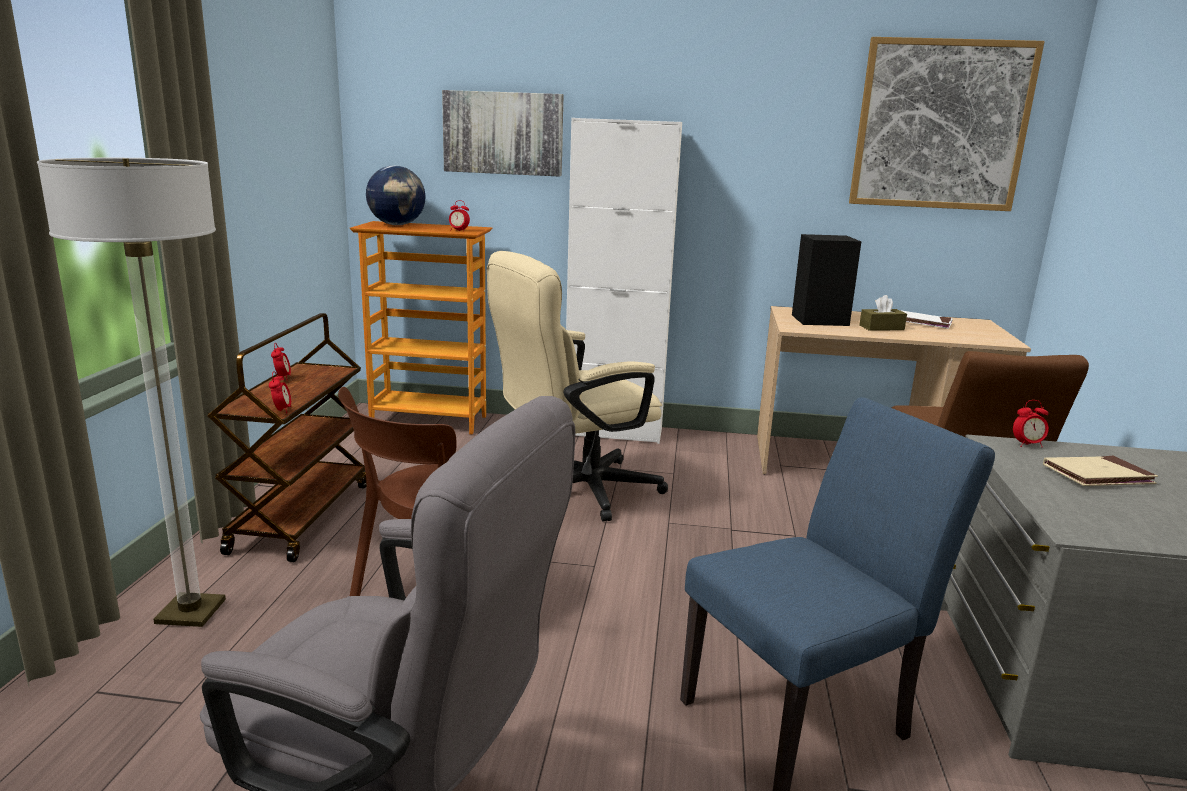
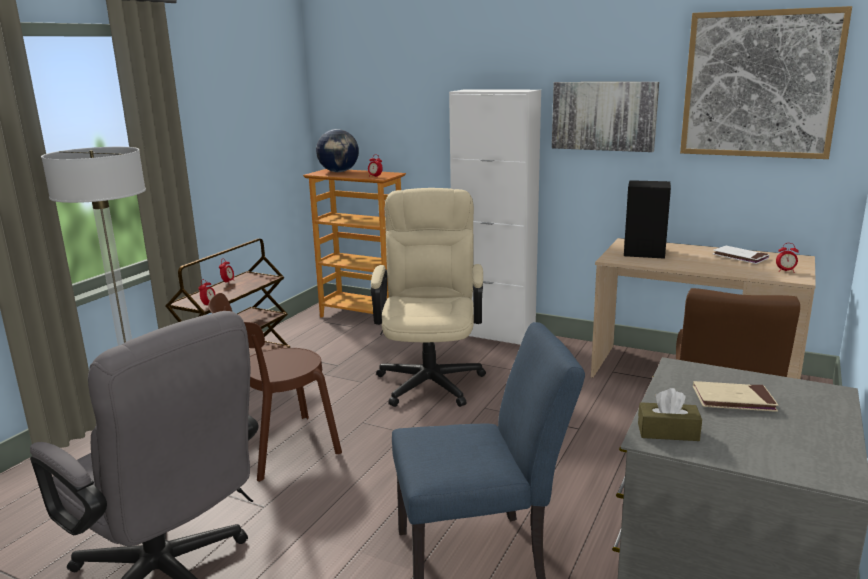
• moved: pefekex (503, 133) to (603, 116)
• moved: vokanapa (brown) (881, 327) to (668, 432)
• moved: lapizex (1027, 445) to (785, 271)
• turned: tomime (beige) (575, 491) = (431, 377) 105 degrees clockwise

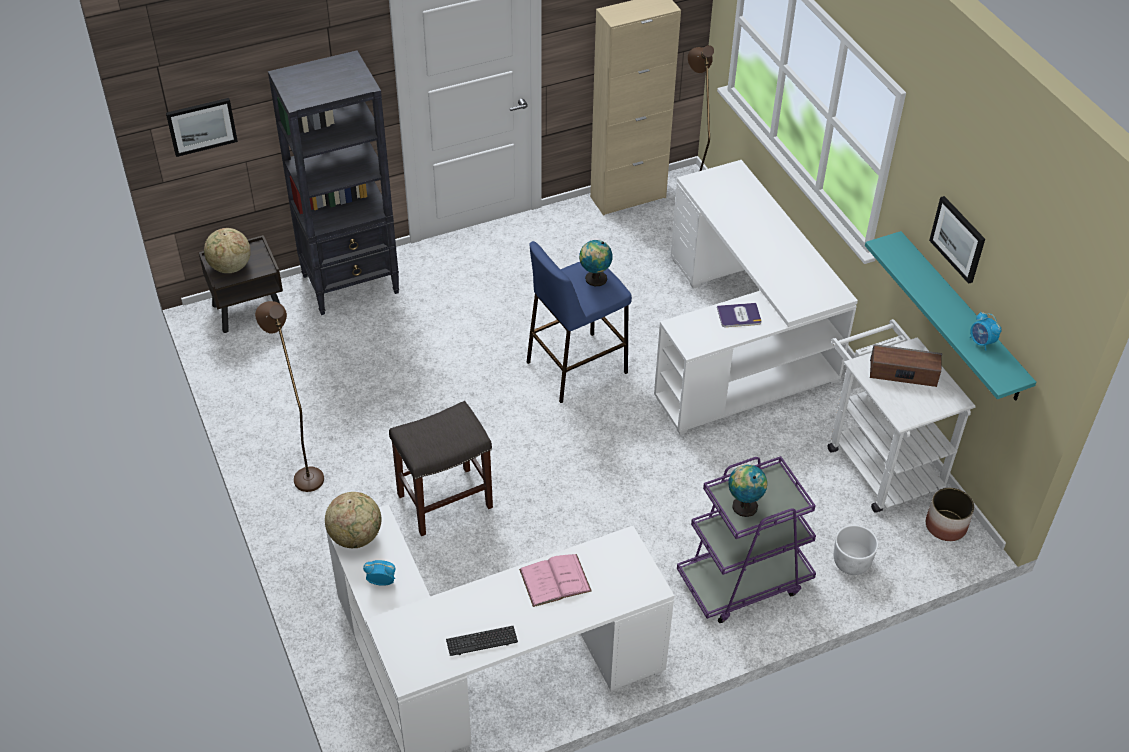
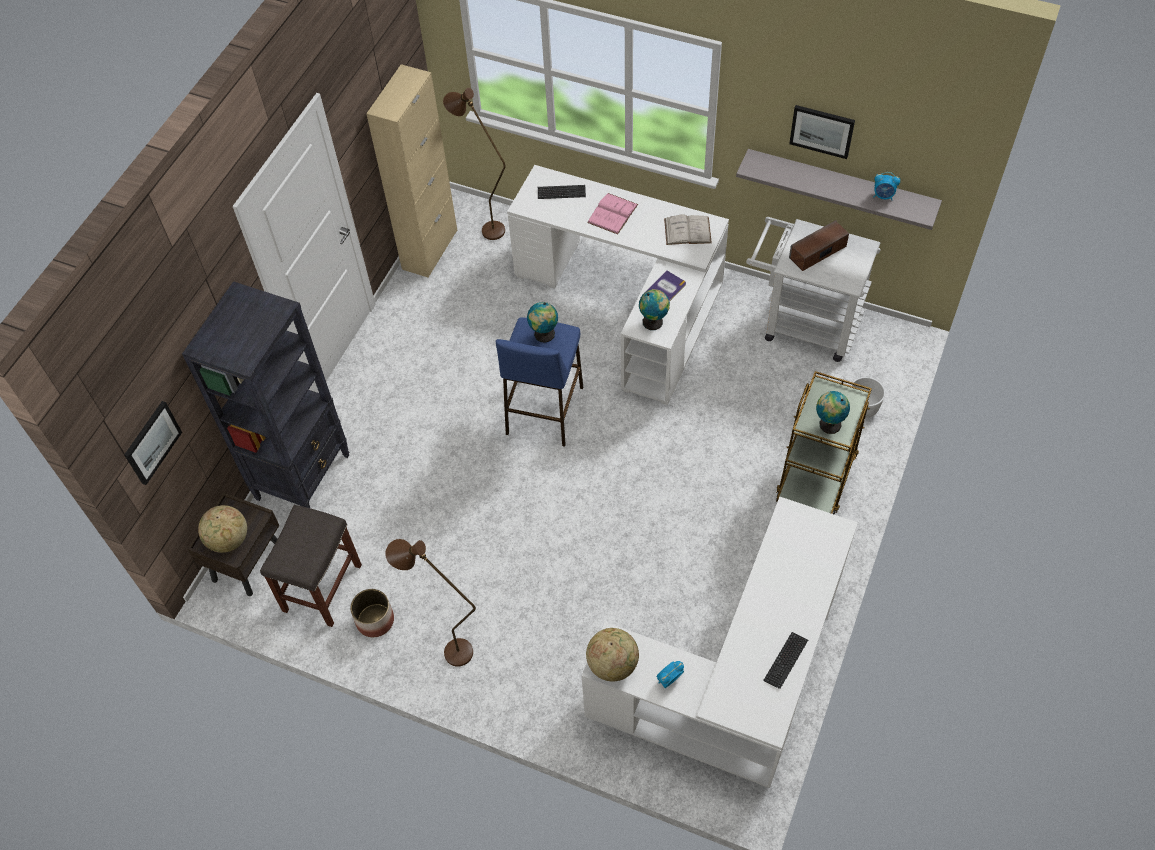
• added: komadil (561, 193)
• added: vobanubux (654, 322)
• added: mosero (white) (687, 230)
• moved: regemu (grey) (445, 500) to (322, 586)
• moved: mosero (pink) (555, 580) to (612, 213)
• moved: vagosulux (946, 526) to (375, 620)
• recoloured: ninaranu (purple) (743, 581) to ninaranu (brown) (816, 475)
• recoloured: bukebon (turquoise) (961, 317) to bukebon (grey) (840, 186)

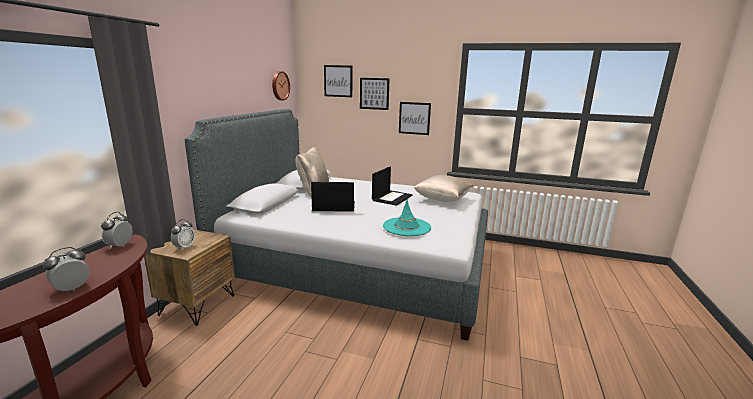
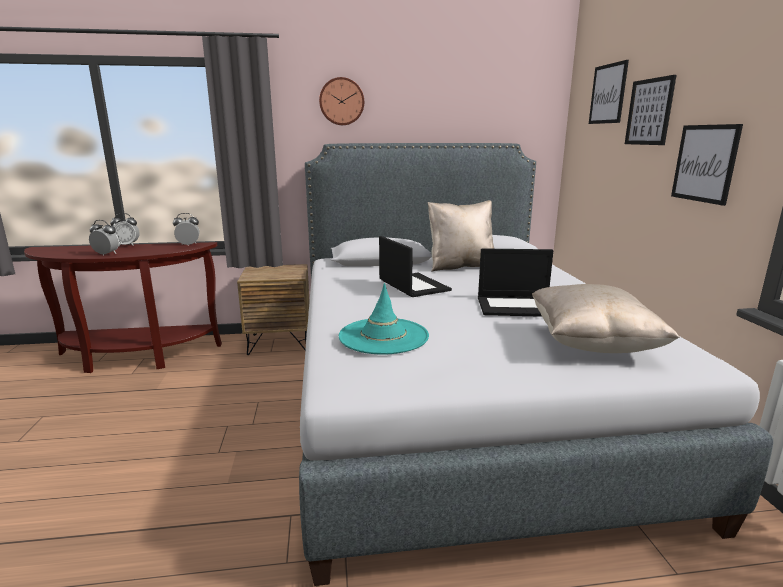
• moved: lapizex (184, 247) to (127, 245)
• moved: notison (280, 86) to (341, 101)

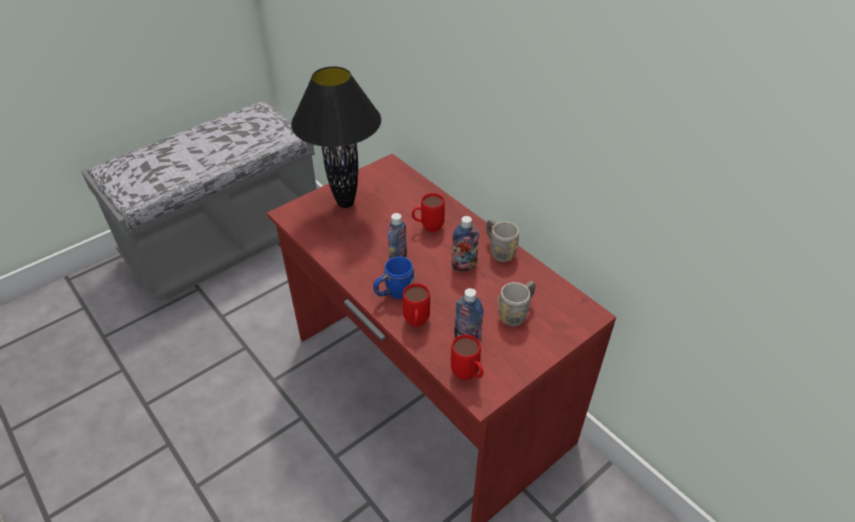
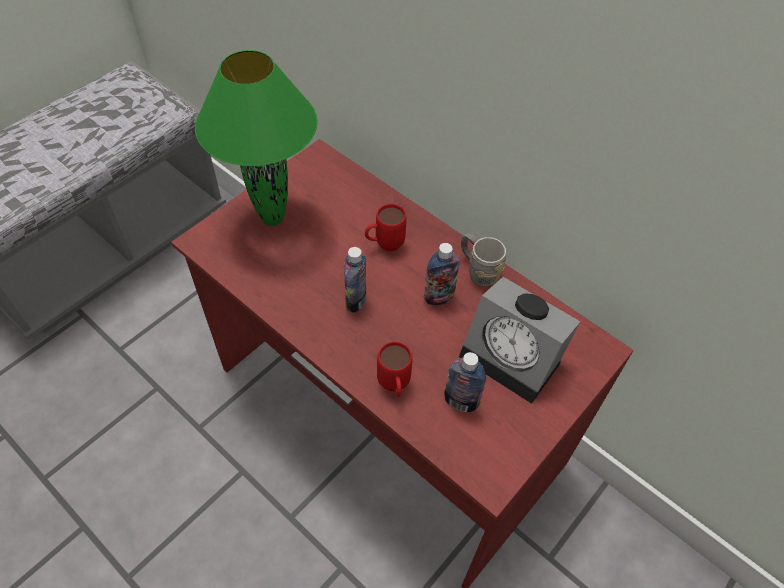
• removed: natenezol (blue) (394, 293)
• removed: natenezol (red) (468, 376)
• replaced: natenezol (grey) (516, 313) to lapizex (514, 358)
• recoloured: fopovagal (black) (344, 203) to fopovagal (green) (271, 219)

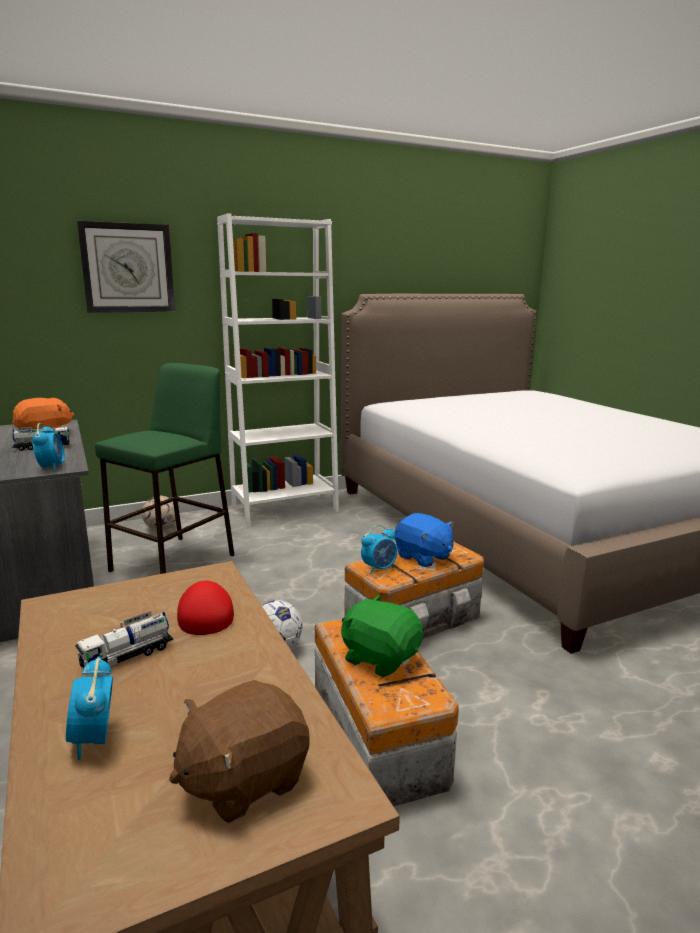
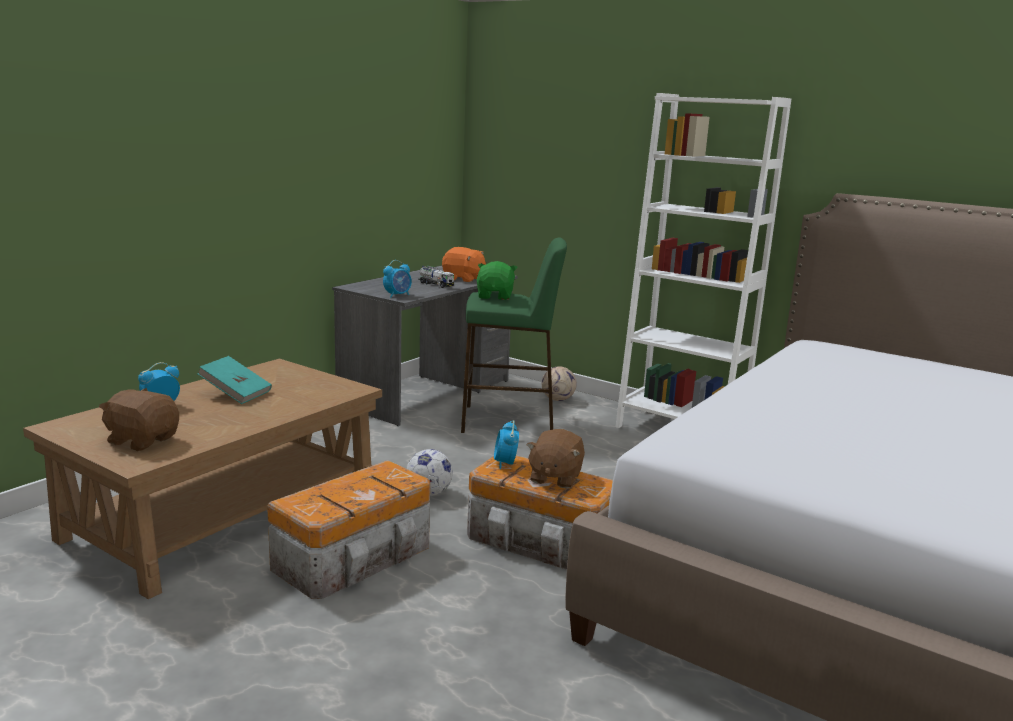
• removed: notison (128, 268)
• removed: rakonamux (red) (205, 612)
• moved: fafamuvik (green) (380, 657) to (495, 296)
• replaced: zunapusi (127, 656) to mosero (turquoise) (236, 394)
• recoloured: fafamuvik (blue) (423, 557) to fafamuvik (brown) (554, 477)
• turned: lapizex (379, 568) = (505, 463) 60 degrees clockwise

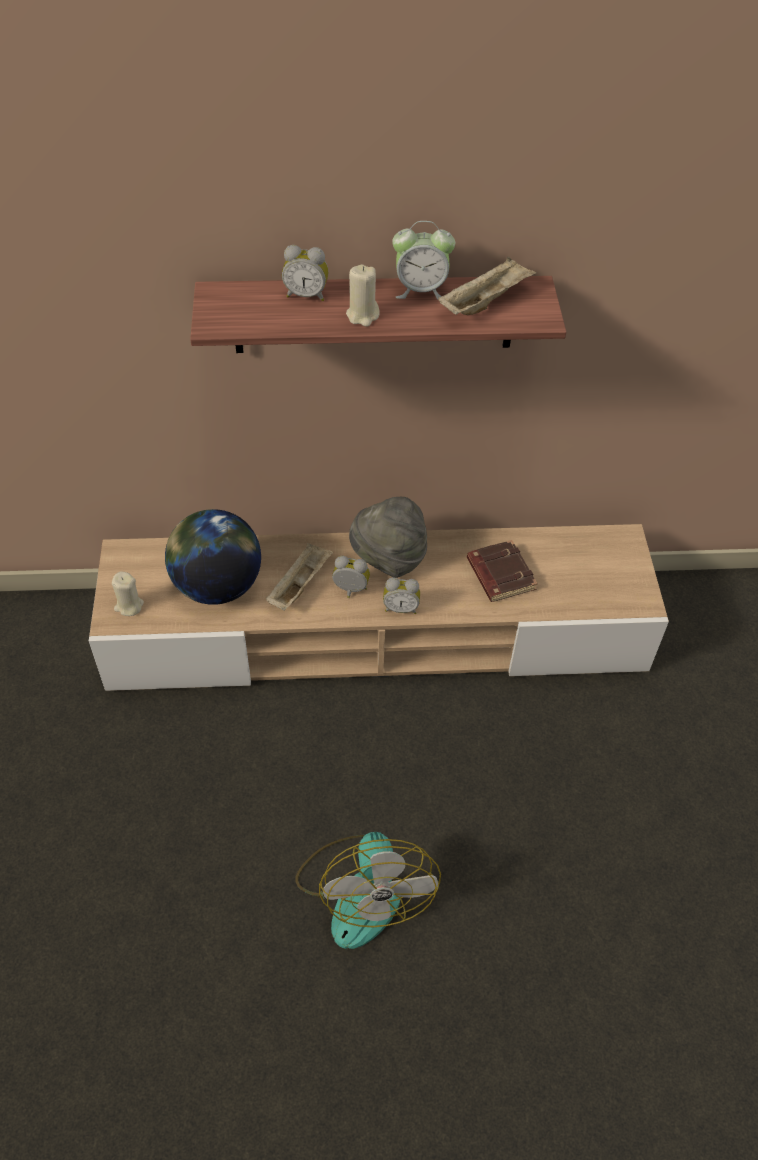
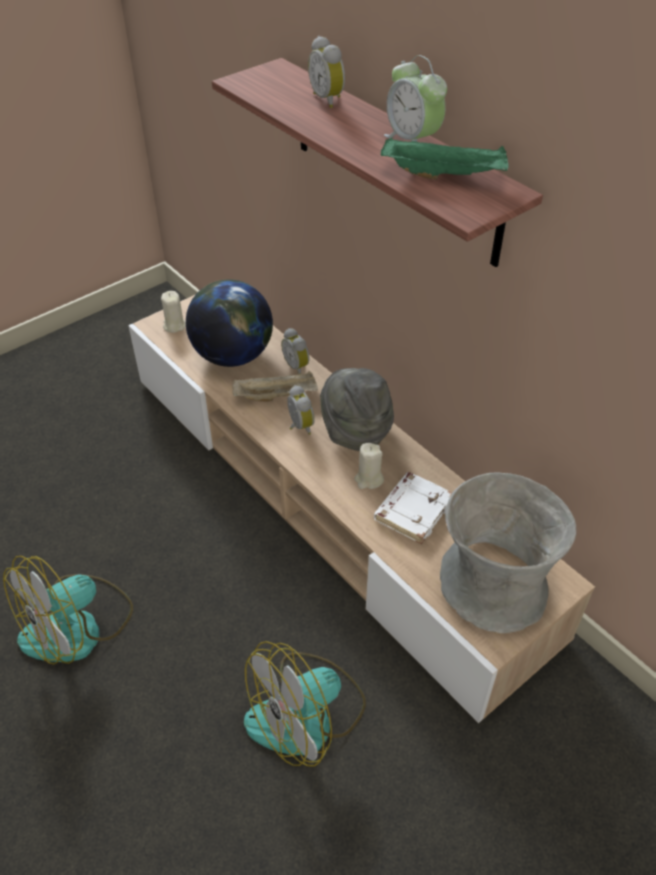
• added: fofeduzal (306, 715)
• added: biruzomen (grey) (494, 583)
• moved: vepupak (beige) (363, 315) to (368, 479)
• moved: lapizex (401, 608) to (297, 366)
• recoloured: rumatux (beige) (485, 301) to rumatux (green) (445, 175)
• recoloured: mosero (brown) (499, 574) to mosero (white) (413, 510)

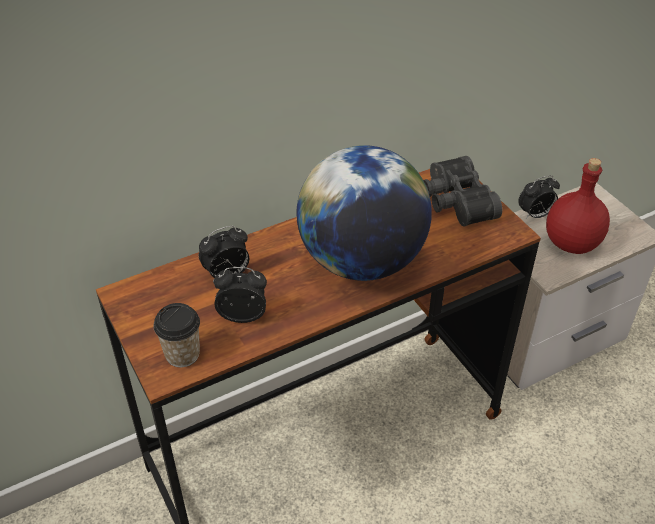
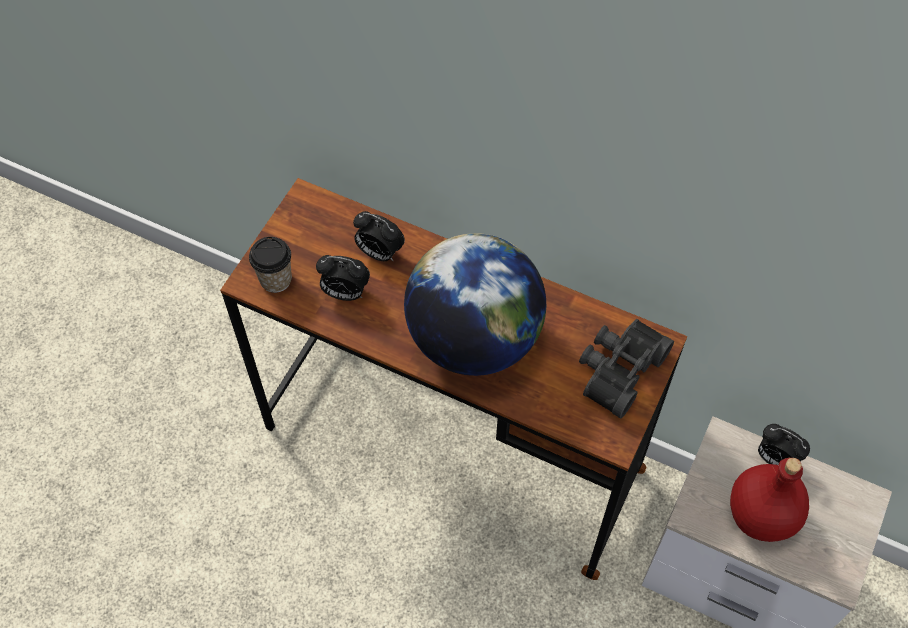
• turned: lapizex (243, 315) = (345, 293) 135 degrees clockwise

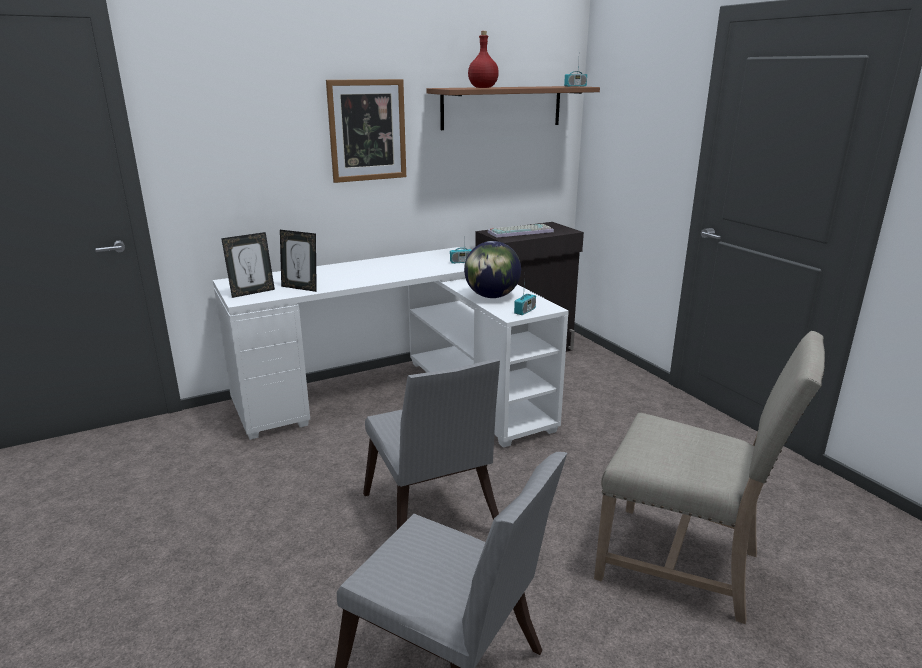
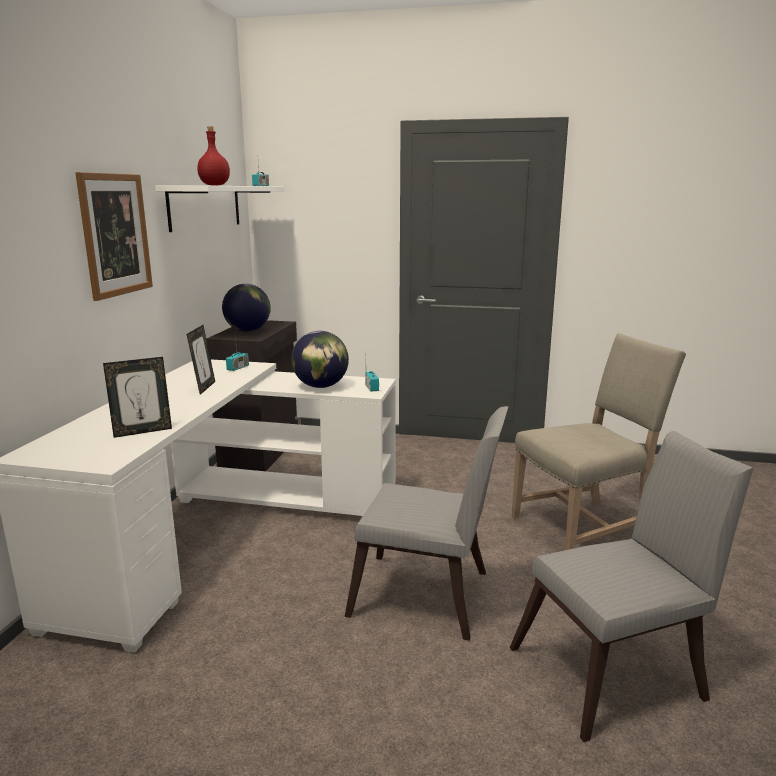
• moved: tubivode (252, 292) to (204, 388)
• replaced: komadil (520, 232) to vobanubux (248, 331)
• recoloured: bukebon (brown) (502, 107) to bukebon (white) (205, 207)

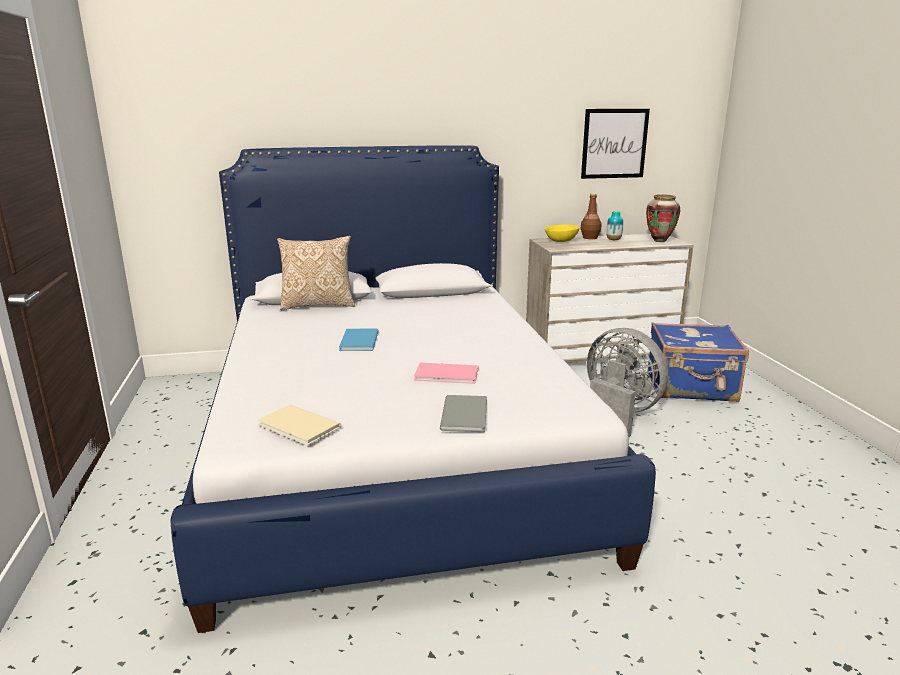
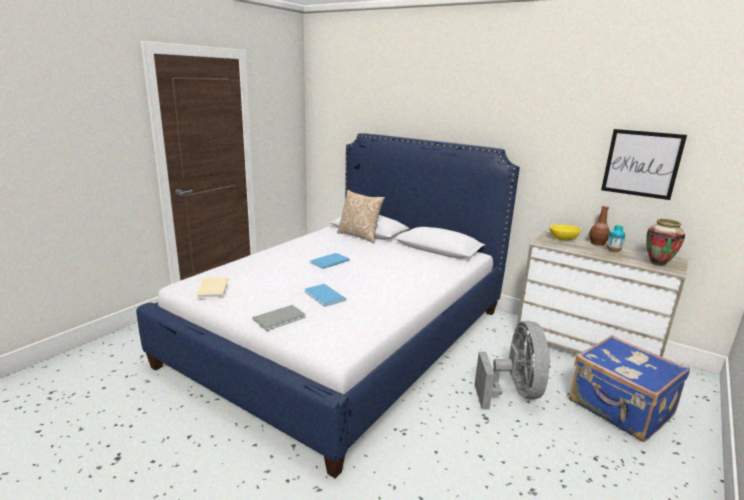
• recoloured: mosero (pink) (448, 375) to mosero (blue) (324, 296)

